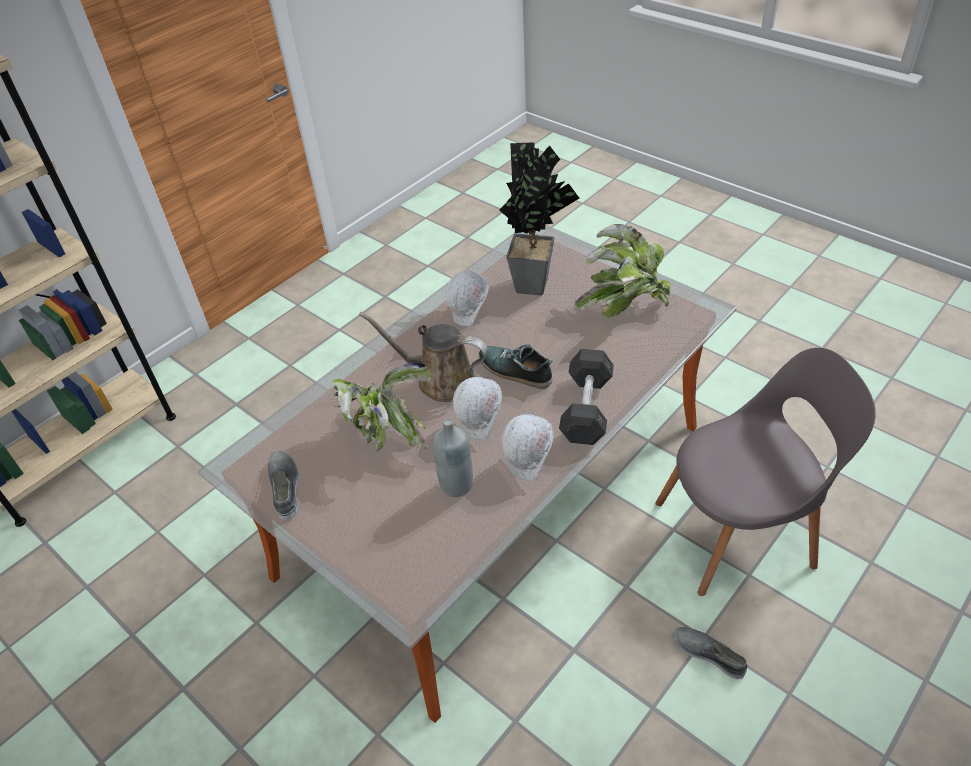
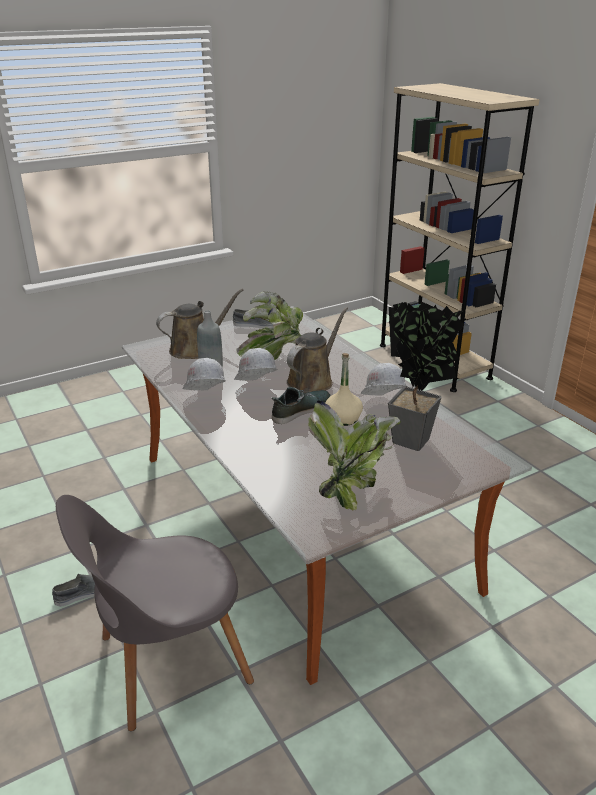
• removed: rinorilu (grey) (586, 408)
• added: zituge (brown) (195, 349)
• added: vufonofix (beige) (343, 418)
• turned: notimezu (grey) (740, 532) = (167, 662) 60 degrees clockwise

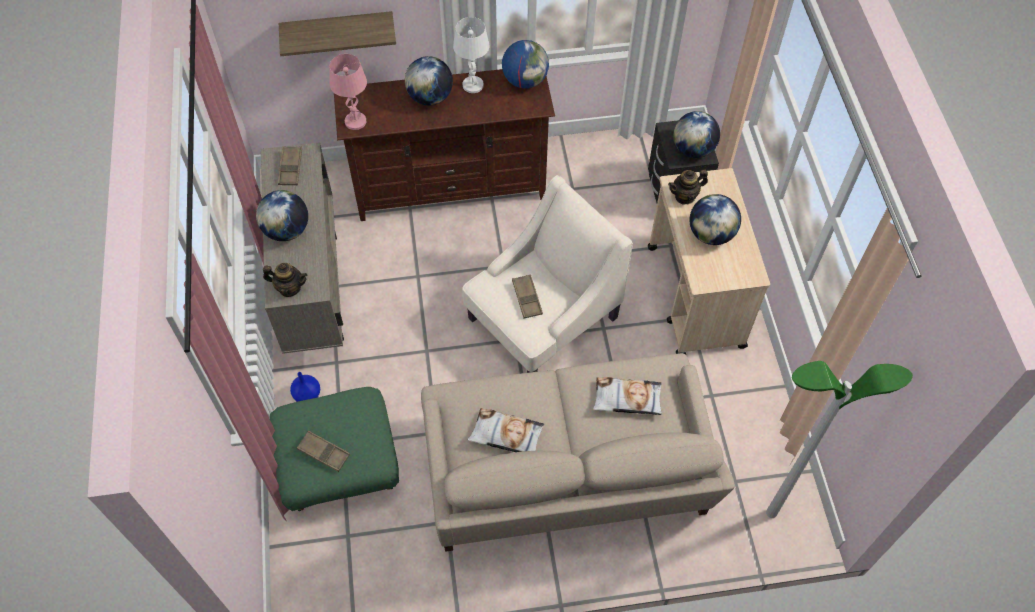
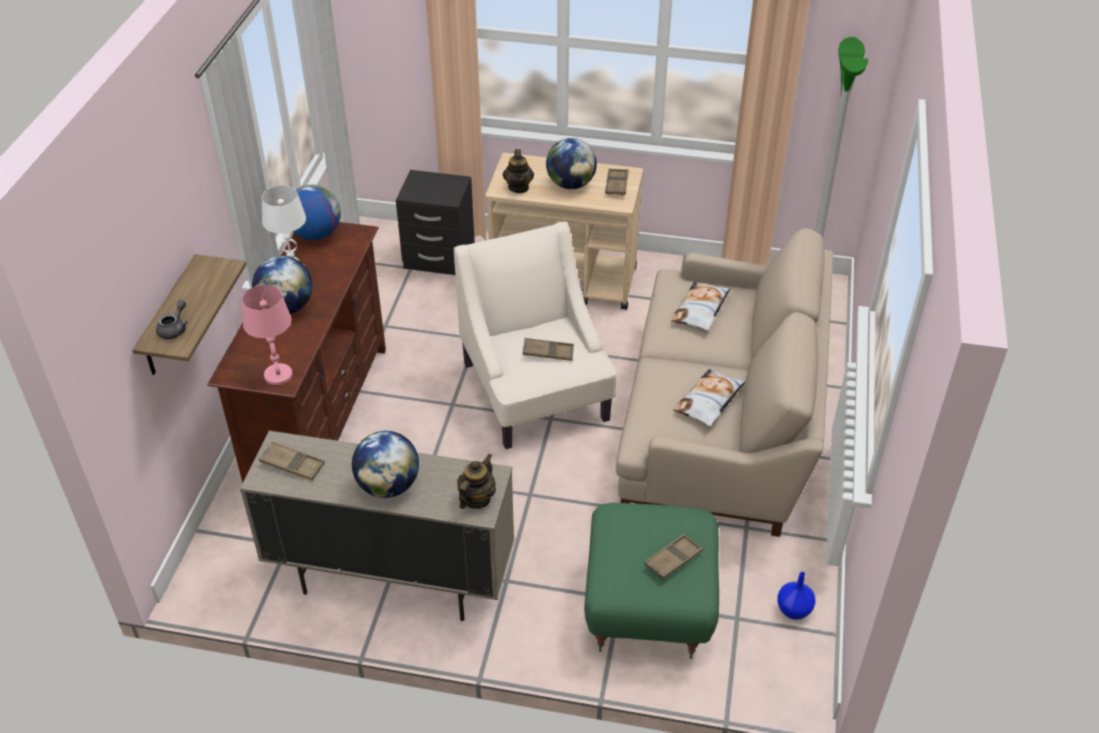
• removed: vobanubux (693, 149)
• added: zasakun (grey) (175, 329)
• added: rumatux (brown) (616, 185)
• moved: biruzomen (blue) (307, 396) to (794, 610)

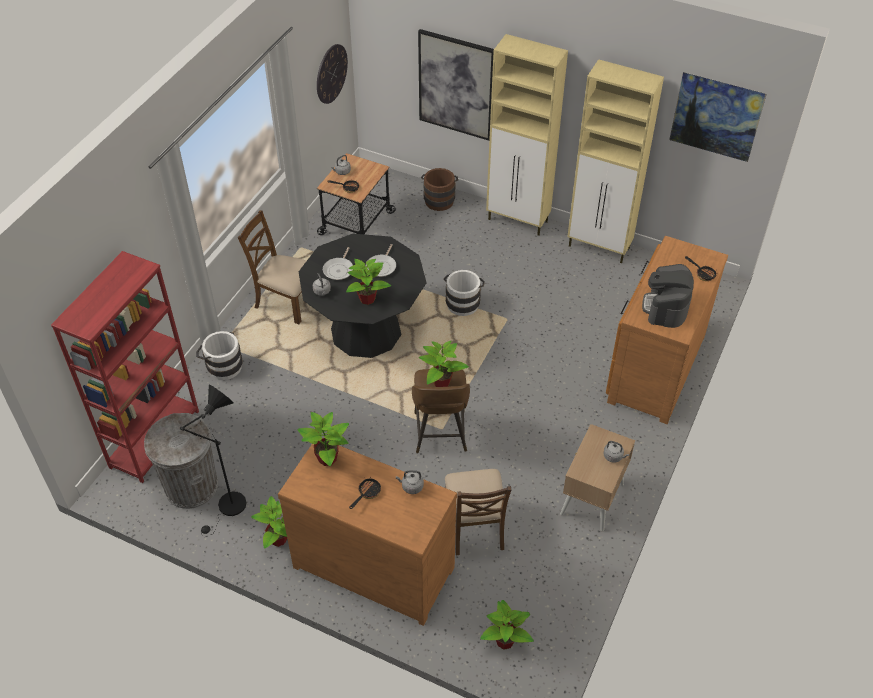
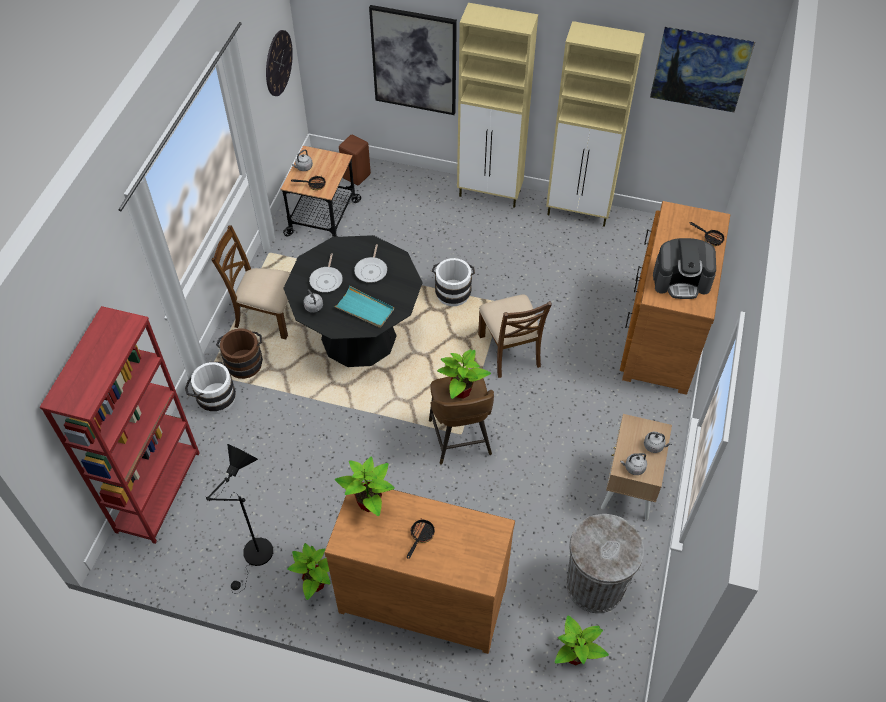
• added: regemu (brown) (356, 175)
• moved: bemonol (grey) (191, 486) to (595, 585)
• moved: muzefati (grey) (411, 487) to (633, 468)
• moved: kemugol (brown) (439, 199) to (244, 361)
• moved: notimezu (brown) (475, 527) to (510, 351)
• replaced: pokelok (367, 299) to rumatux (turquoise) (364, 309)
• turned: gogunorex (665, 307) = (681, 280) 90 degrees counterclockwise

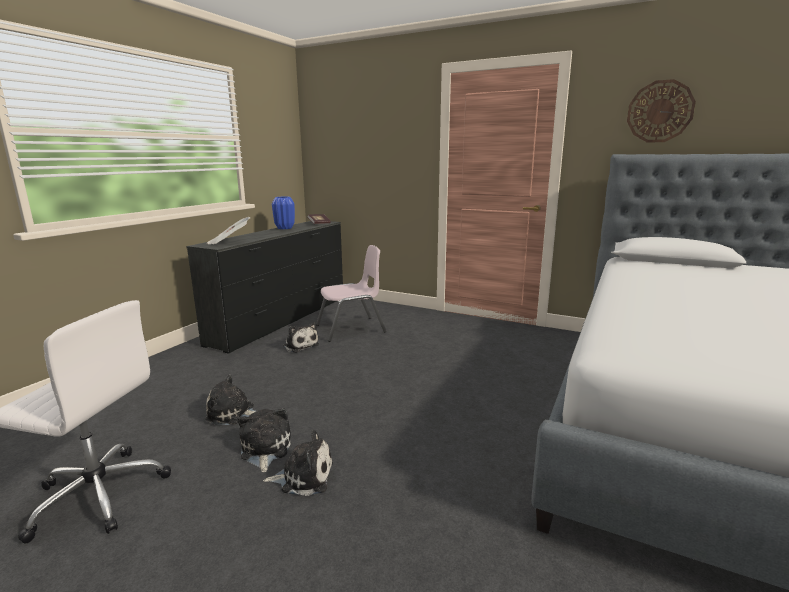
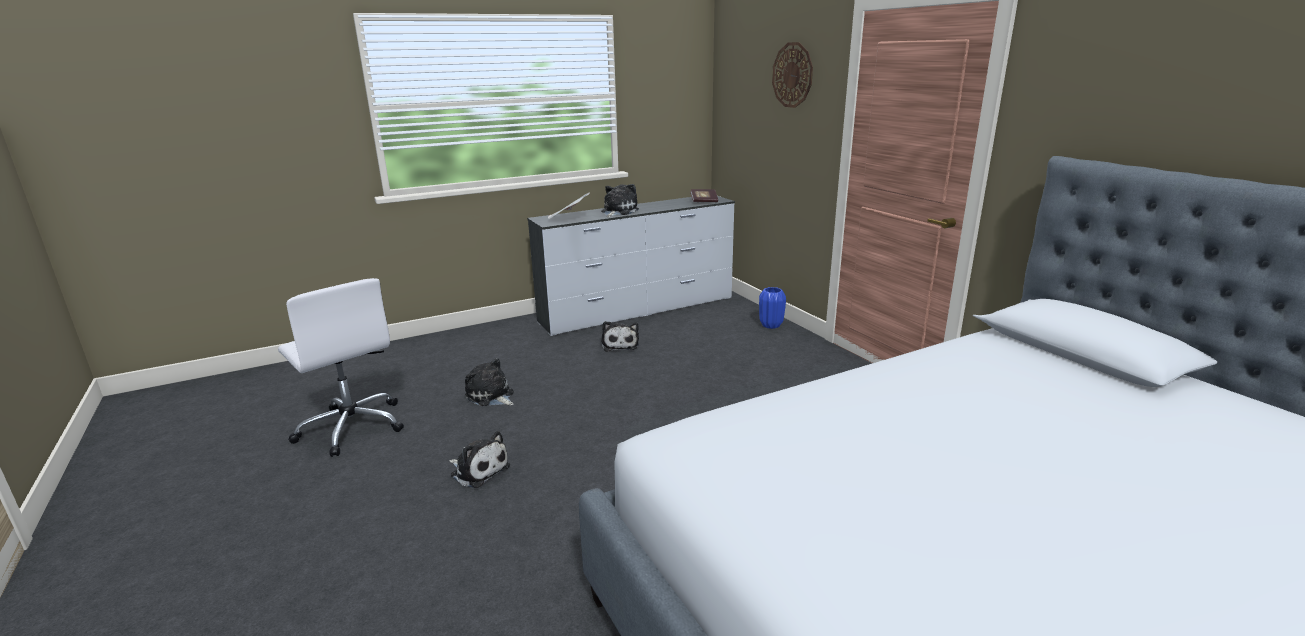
• removed: notimezu (pink) (351, 329)
• moved: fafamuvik (264, 449) to (618, 211)
• moved: biruzomen (blue) (285, 228) to (771, 325)
• moved: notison (660, 111) to (792, 75)
• recoloured: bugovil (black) (282, 319) to bugovil (white) (638, 310)

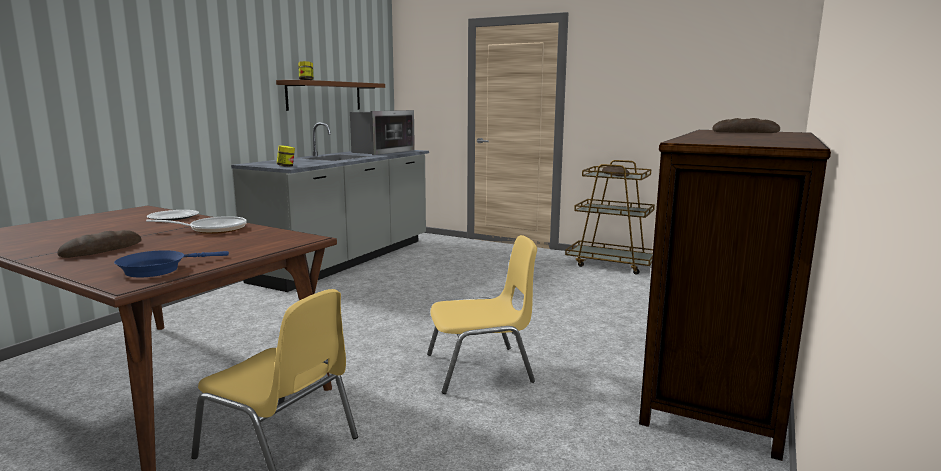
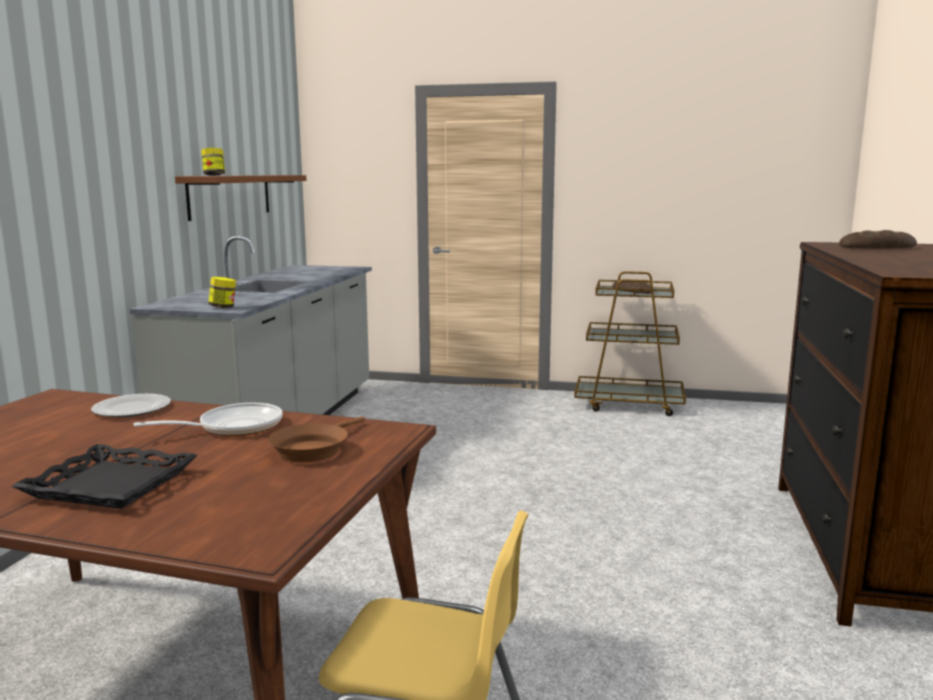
• removed: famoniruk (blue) (158, 269)
• removed: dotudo (381, 151)
• removed: notimezu (yellow) (481, 368)
• added: famoniruk (brown) (313, 449)
• replaced: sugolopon (102, 249) to rumatux (black) (110, 485)

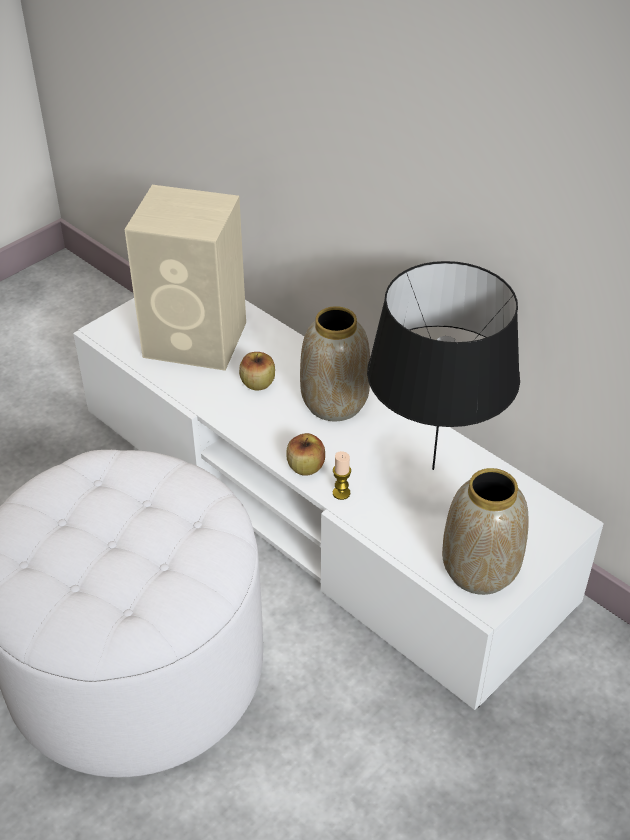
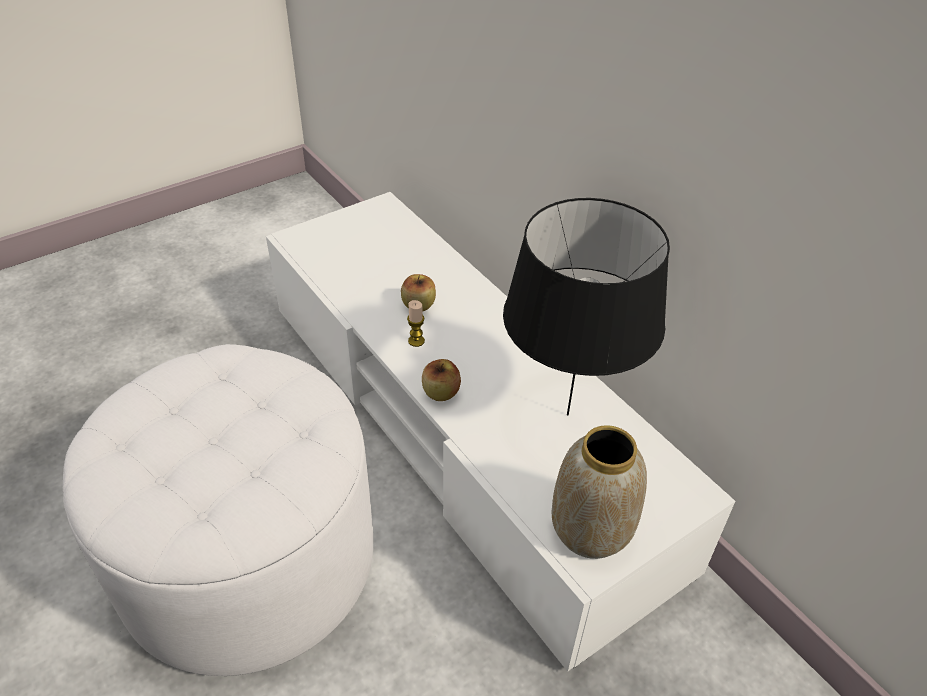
• removed: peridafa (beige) (198, 340)
• removed: biruzomen (335, 402)
• moved: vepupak (341, 493) to (416, 341)

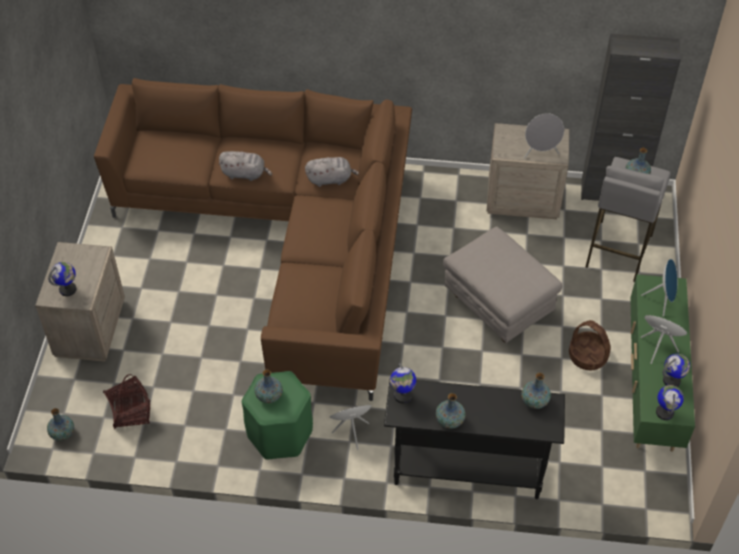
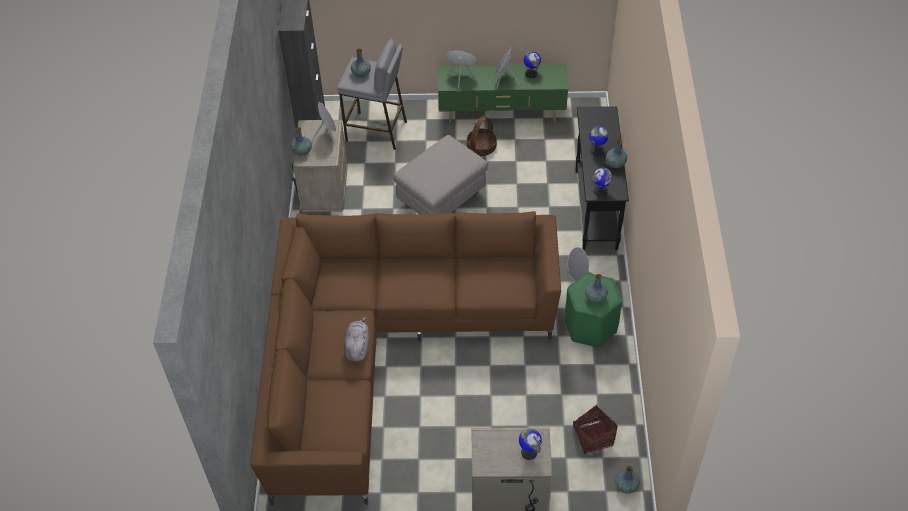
• removed: fafamuvik (grey) (331, 179)
• moved: biruzomen (534, 401) to (302, 151)
• moved: vobanubux (665, 412) to (597, 150)

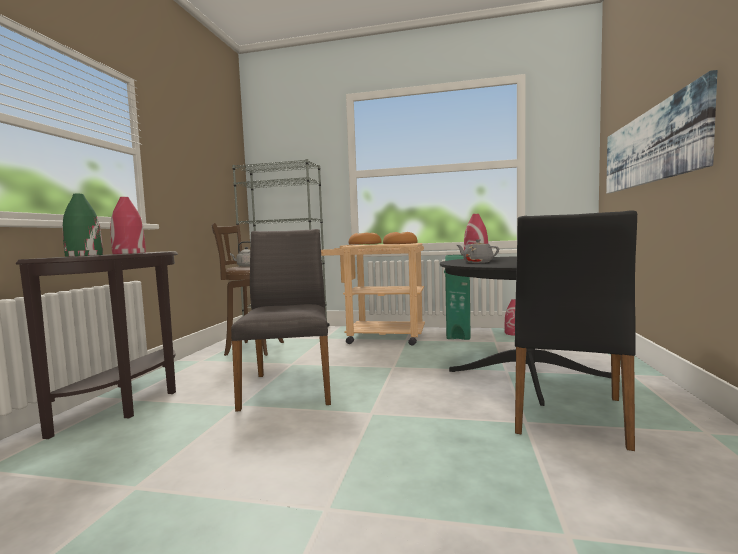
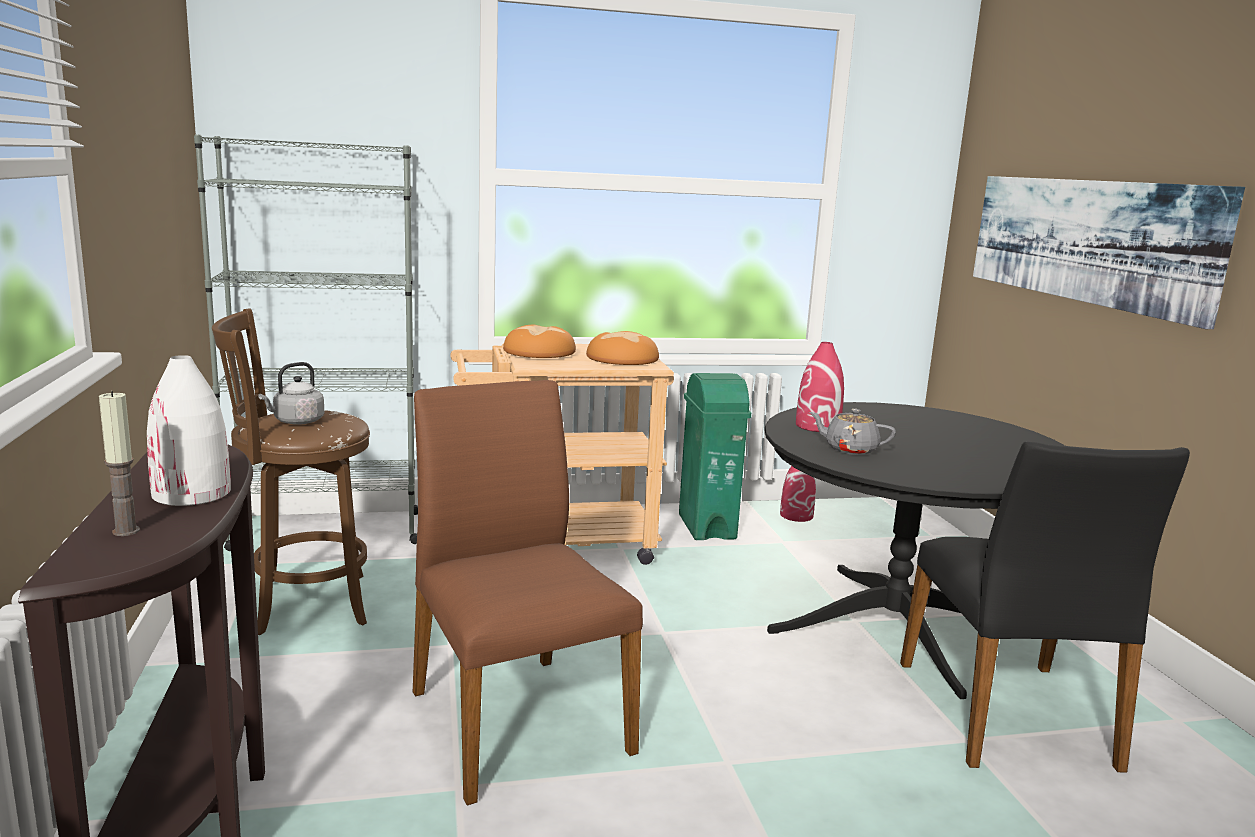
• replaced: biruzomen (green) (84, 255) to vepupak (126, 531)
• recoloured: biruzomen (red) (129, 253) to biruzomen (white) (191, 493)
• recoloured: notimezu (grey) (289, 388) to notimezu (brown) (515, 720)

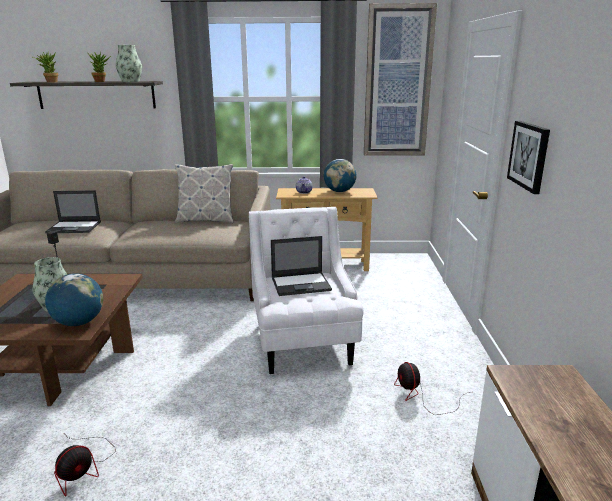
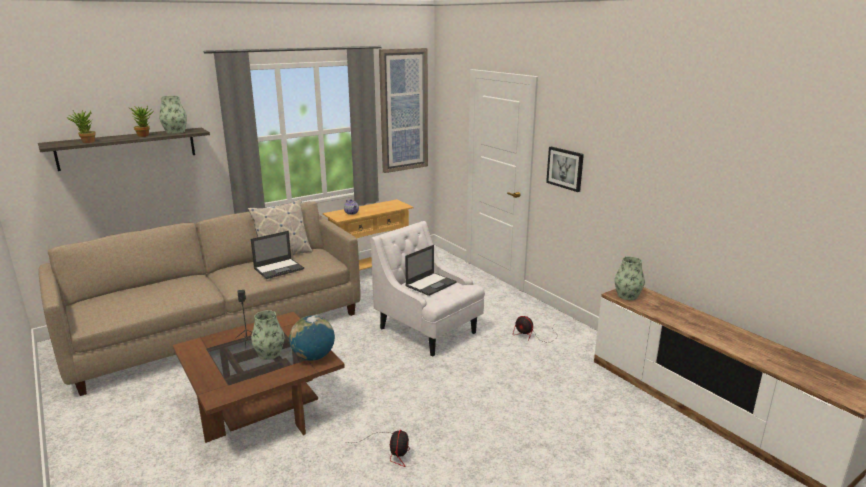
• removed: vobanubux (339, 191)
• added: biruzomen (627, 295)
• moved: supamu (75, 227) to (279, 268)

